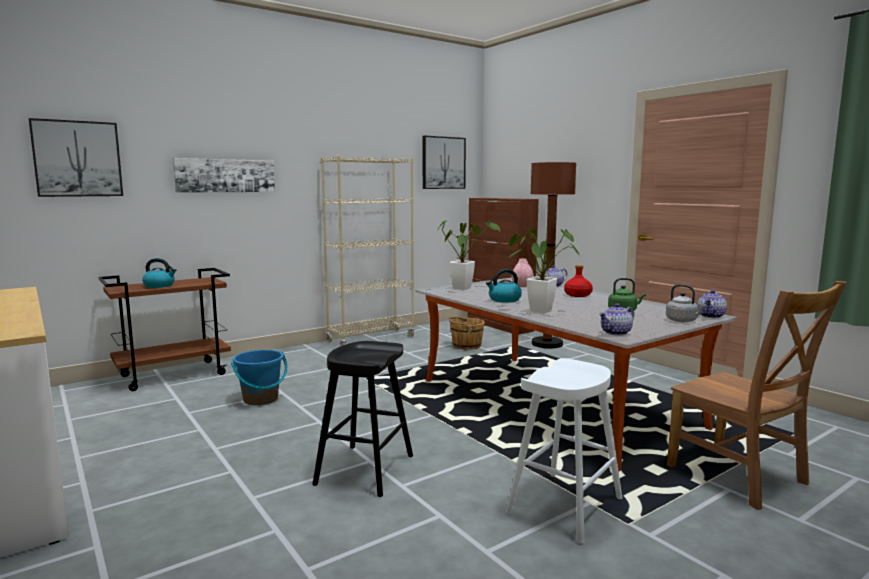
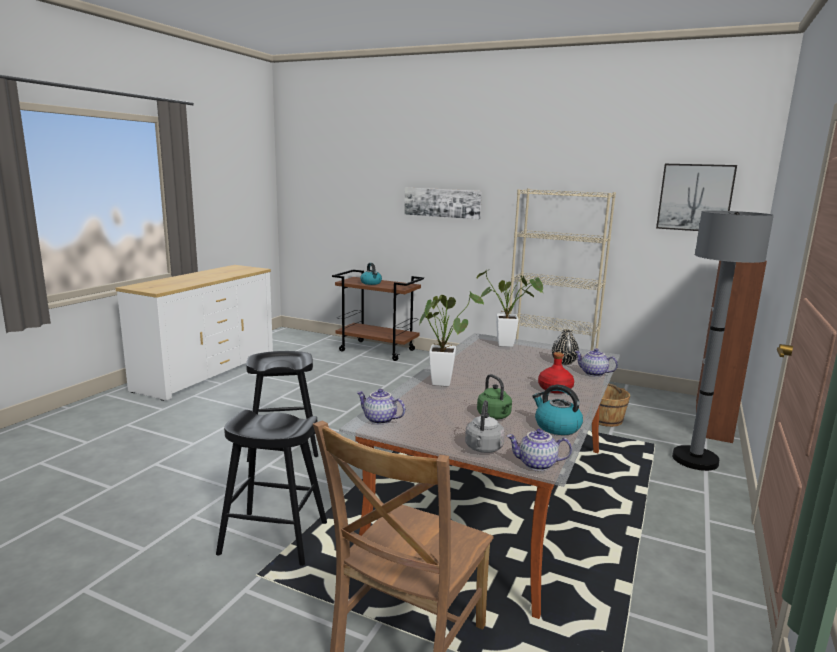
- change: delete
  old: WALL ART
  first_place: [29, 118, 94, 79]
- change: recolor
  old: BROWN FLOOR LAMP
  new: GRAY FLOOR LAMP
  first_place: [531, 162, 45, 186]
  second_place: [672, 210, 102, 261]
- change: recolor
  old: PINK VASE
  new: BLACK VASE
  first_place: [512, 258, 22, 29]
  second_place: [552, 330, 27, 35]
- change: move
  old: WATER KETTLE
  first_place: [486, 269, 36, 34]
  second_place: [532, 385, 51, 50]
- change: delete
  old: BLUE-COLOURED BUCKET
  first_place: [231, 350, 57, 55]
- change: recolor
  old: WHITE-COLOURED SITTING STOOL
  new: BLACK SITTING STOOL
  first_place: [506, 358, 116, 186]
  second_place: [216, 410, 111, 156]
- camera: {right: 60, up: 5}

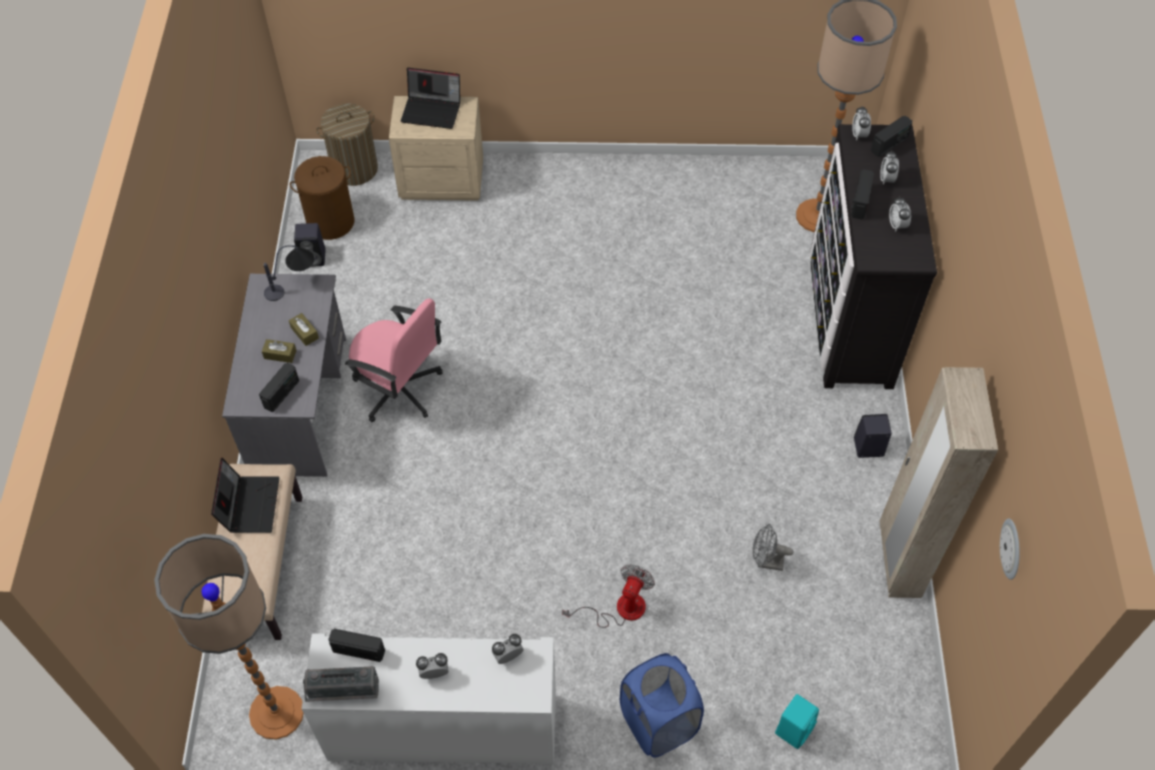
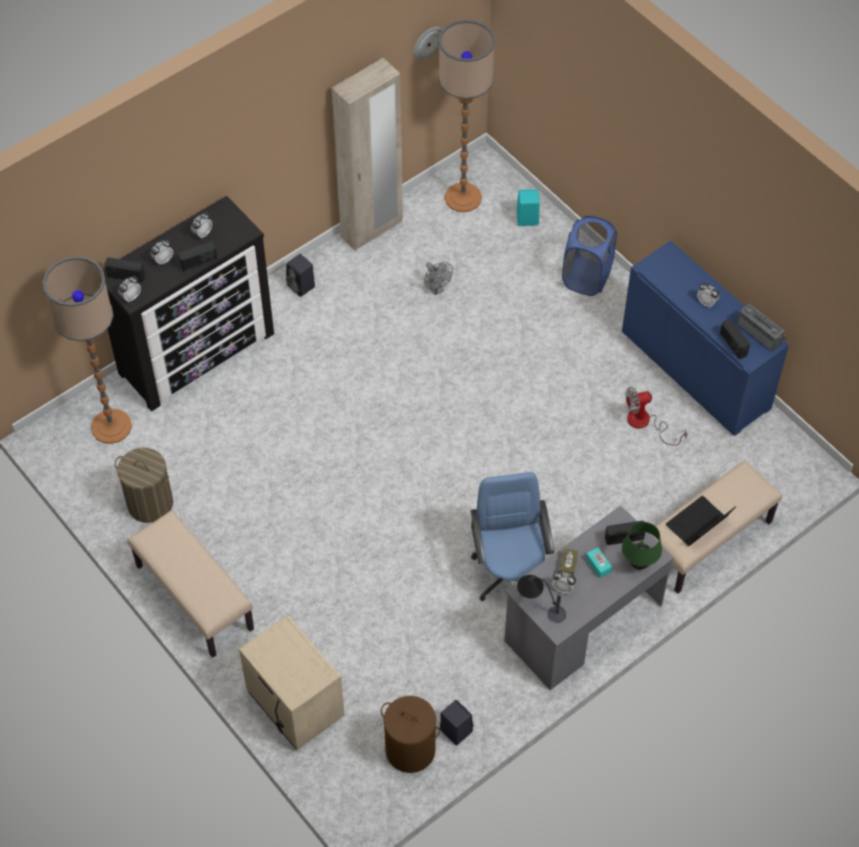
- change: delete
  old: LAPTOP
  first_place: [401, 68, 59, 61]
- change: move
  old: HAMPER
  first_place: [316, 103, 62, 83]
  second_place: [115, 448, 58, 75]
- change: recolor
  old: PINK COMPUTER CHAIR
  new: BLUE-COLOURED COMPUTER CHAIR
  first_place: [345, 298, 98, 124]
  second_place: [470, 472, 84, 129]
- change: recolor
  old: BROWN TISSUE HOLDER
  new: TURQUOISE TISSUE HOLDER
  first_place: [262, 339, 34, 24]
  second_place: [586, 548, 26, 30]
- change: move
  old: FLOOR LAMP
  first_place: [154, 534, 150, 206]
  second_place: [438, 20, 57, 192]
- change: move
  old: FAN
  first_place: [562, 565, 93, 63]
  second_place: [625, 387, 62, 58]
- change: recolor
  old: WHITE-COLOURED CABINET
  new: BLUE-COLOURED CABINET
  first_place: [302, 633, 254, 132]
  second_place: [622, 241, 167, 195]
- change: move
  old: ALARM CLOCK
  first_place: [492, 634, 32, 30]
  second_place: [552, 571, 24, 23]
- change: insert
  new: SAND-COLOURED BENCH
  second_place: [127, 510, 127, 148]
- change: insert
  new: GREENISH TABLE LAMP
  second_place: [622, 522, 40, 48]
- camera: {right: -130, up: 0}

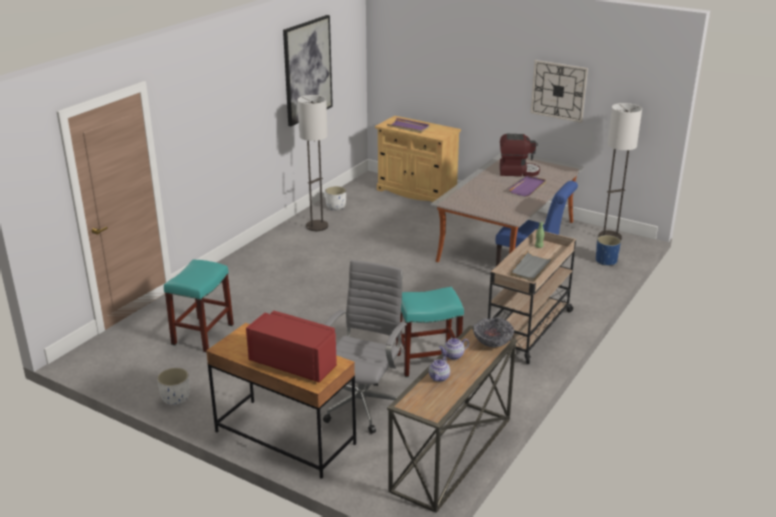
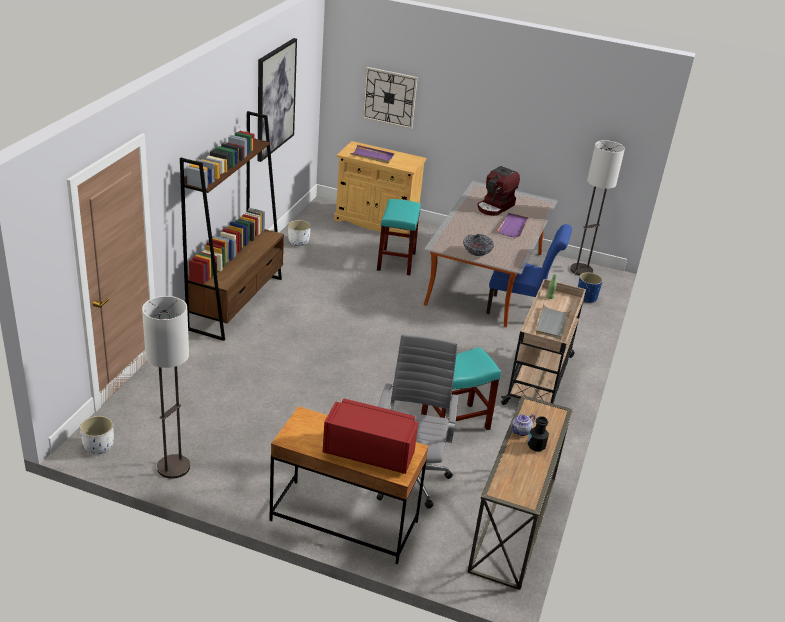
- change: move
  old: WALL CLOCK
  first_place: [531, 60, 57, 63]
  second_place: [362, 67, 56, 62]
- change: move
  old: FLOOR LAMP
  first_place: [298, 95, 30, 136]
  second_place: [142, 296, 48, 183]
- change: rotate
  old: COFFEE MAKER
  first_place: [500, 134, 40, 43]
  second_place: [477, 166, 43, 50]
  degrees: 135
- change: move
  old: TURQUOISE SITTING STOOL
  first_place: [164, 260, 70, 92]
  second_place: [377, 199, 44, 76]
- change: move
  old: BOWL
  first_place: [473, 317, 41, 31]
  second_place: [463, 234, 31, 22]
- change: delete
  old: TEA POT
  first_place: [429, 356, 21, 26]
- change: move
  old: WHITE-COLOURED FLOWER POT
  first_place: [157, 368, 33, 37]
  second_place: [80, 416, 34, 38]
- change: insert
  new: BROWN SHELVING UNIT
  second_place: [180, 111, 104, 230]
- change: insert
  new: BLACK BEVERAGE BOTTLE
  second_place: [527, 416, 22, 36]
- camera: {right: -15, up: 5}

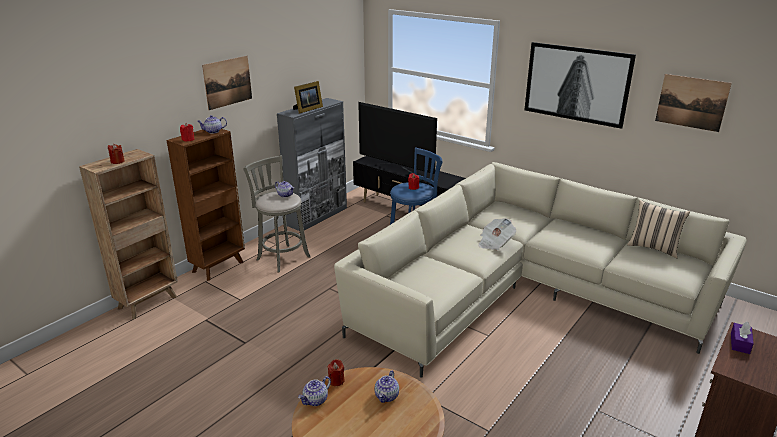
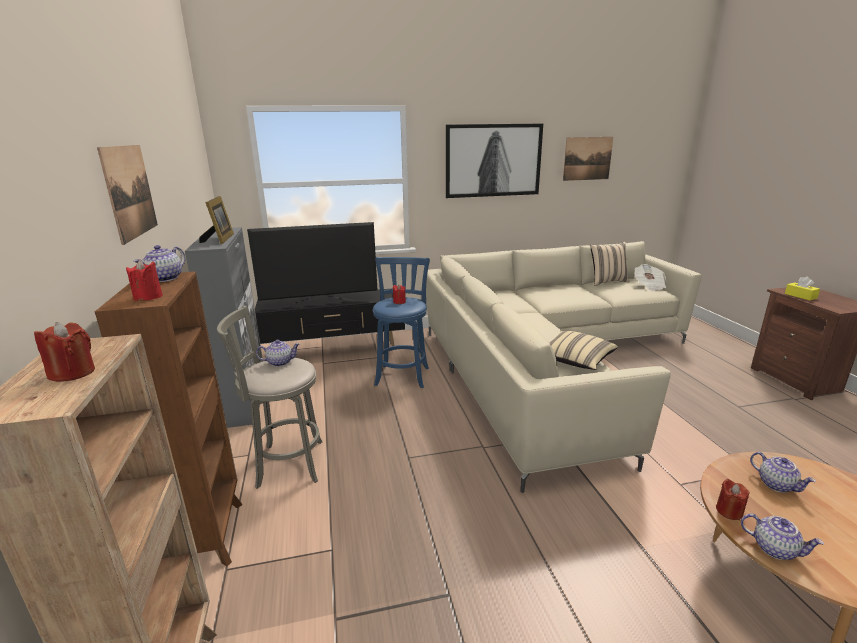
- change: move
  old: DAILY PAPER
  first_place: [478, 218, 38, 32]
  second_place: [634, 264, 33, 28]
- change: recolor
  old: PURPLE-COLOURED TISSUE HOLDER
  new: YELLOW-COLOURED TISSUE HOLDER
  first_place: [731, 321, 23, 33]
  second_place: [785, 276, 35, 24]
- change: rotate
  old: TEA POT
  first_place: [298, 376, 33, 30]
  second_place: [741, 513, 83, 47]
  degrees: -45
- change: insert
  new: SAND-COLOURED THROW PILLOW
  second_place: [549, 331, 69, 39]
- camera: {right: -50, up: -5}

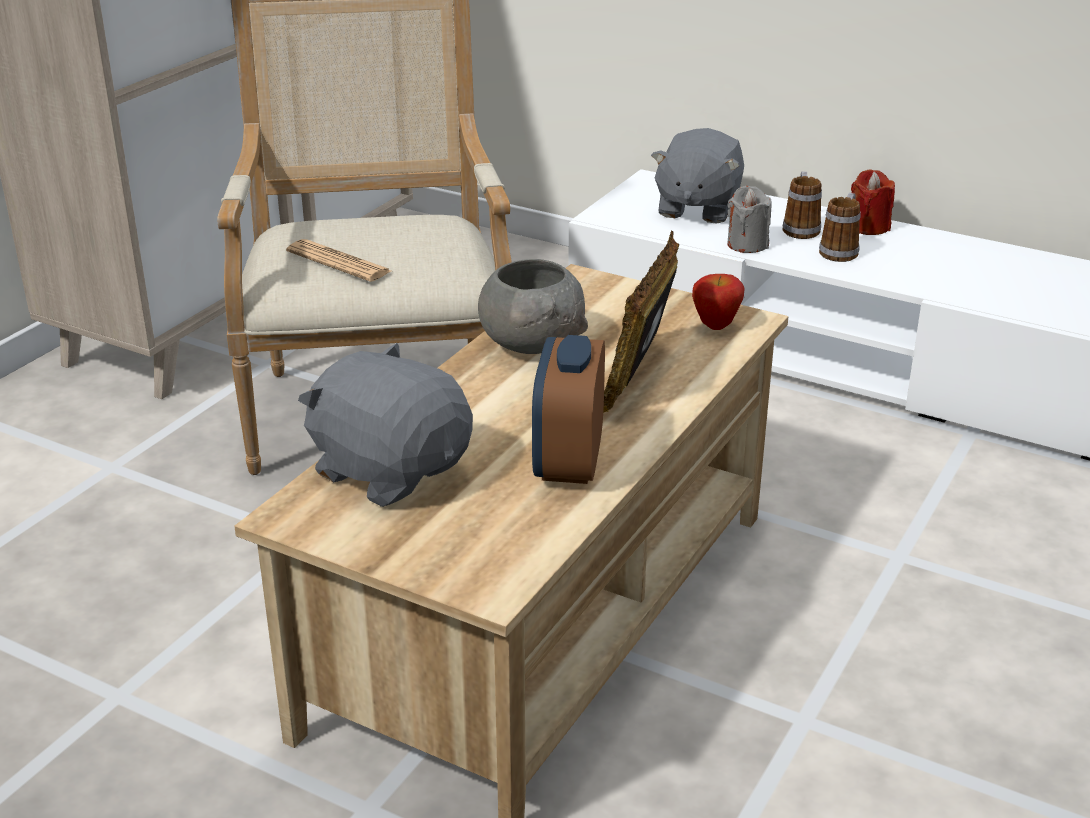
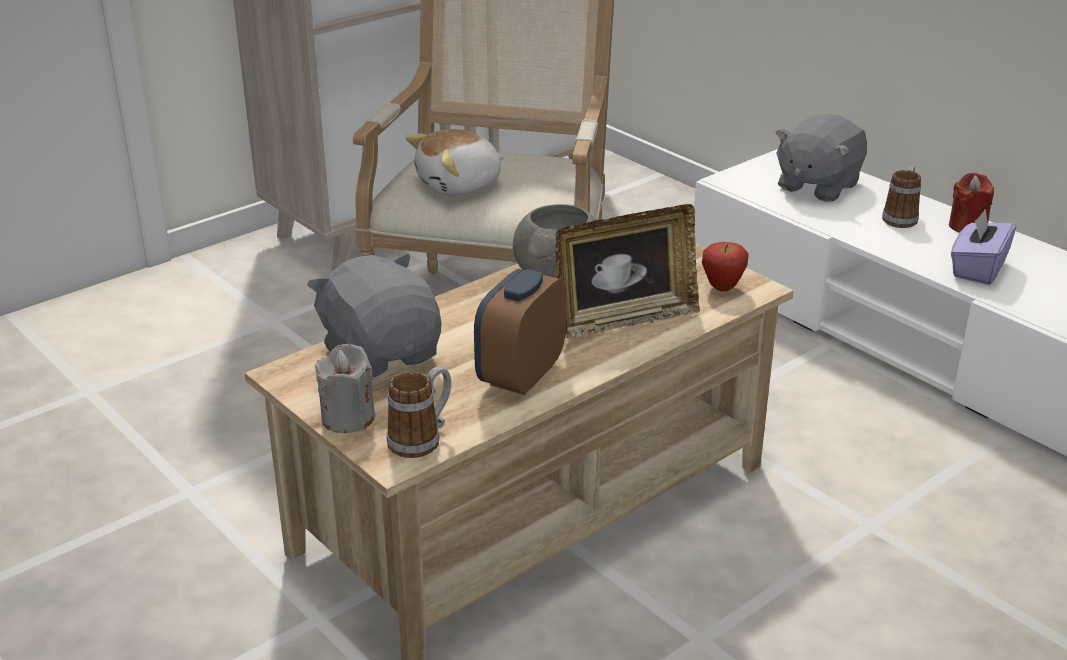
- change: move
  old: GRAY CANDLE
  first_place: [727, 186, 45, 67]
  second_place: [315, 344, 60, 89]
- change: move
  old: TEA MUG
  first_place: [819, 193, 42, 69]
  second_place: [387, 366, 64, 92]
- change: rotate
  old: PICTURE FRAME
  first_place: [603, 230, 76, 183]
  second_place: [556, 204, 144, 134]
  degrees: -150
- change: replace
  old: DAILY PAPER
  new: PLUSH TOY
  first_place: [286, 239, 105, 43]
  second_place: [405, 129, 99, 66]
- change: insert
  new: PURPLE-COLOURED TISSUE HOLDER
  second_place: [951, 208, 65, 77]
- camera: {right: 20, up: 0}

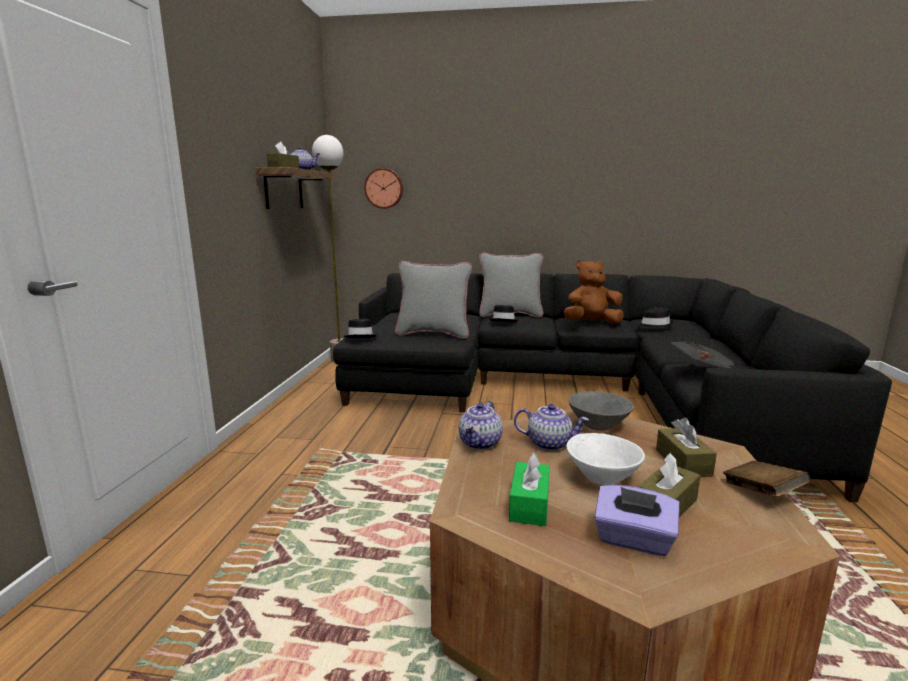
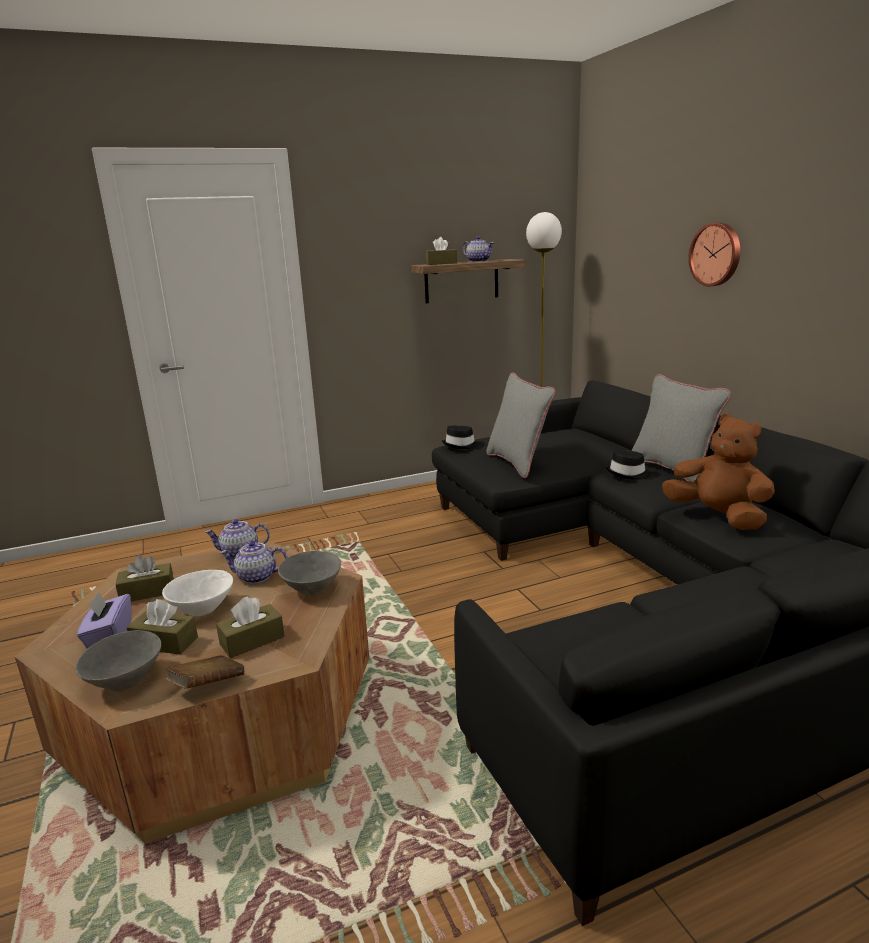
- change: move
  old: WALL CLOCK
  first_place: [364, 168, 39, 41]
  second_place: [689, 223, 51, 63]
- change: delete
  old: BLACK WEARABLE HAT
  first_place: [636, 307, 38, 22]
- change: delete
  old: DAILY PAPER
  first_place: [671, 342, 64, 26]
- change: rotate
  old: TEA POT
  first_place: [514, 404, 75, 47]
  second_place: [220, 541, 68, 43]
  degrees: 105
- change: recolor
  old: GREENISH TISSUE HOLDER
  new: BROWN TISSUE HOLDER
  first_place: [509, 453, 41, 73]
  second_place: [115, 555, 59, 46]
- change: insert
  new: GRAY BOWL
  second_place: [75, 630, 86, 61]
- camera: {right: 60, up: 5}

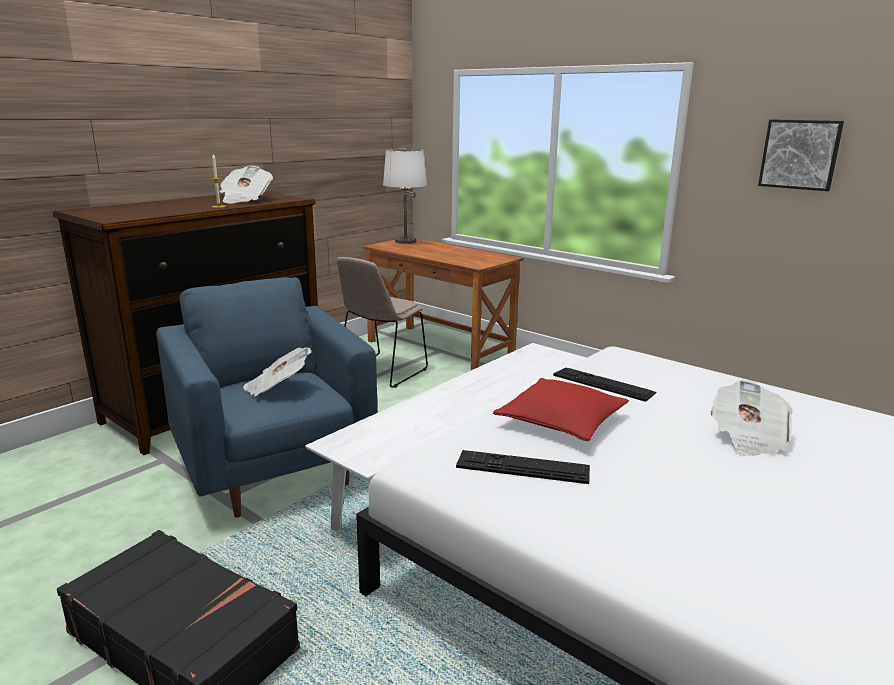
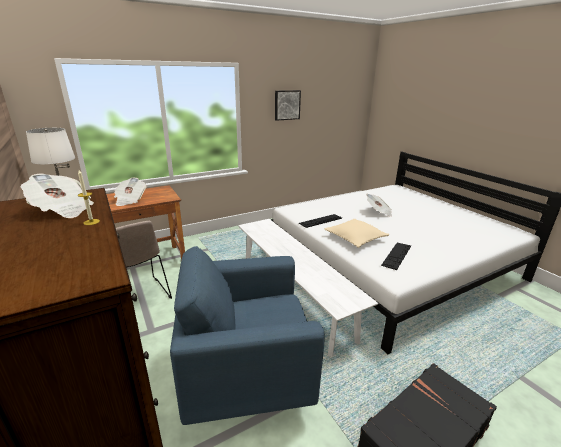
- change: move
  old: DAILY PAPER
  first_place: [243, 348, 68, 49]
  second_place: [114, 178, 32, 28]
- change: recolor
  old: RED-COLOURED THROW PILLOW
  new: SAND-COLOURED THROW PILLOW
  first_place: [493, 378, 136, 63]
  second_place: [324, 219, 66, 29]
- camera: {right: -70, up: 5}

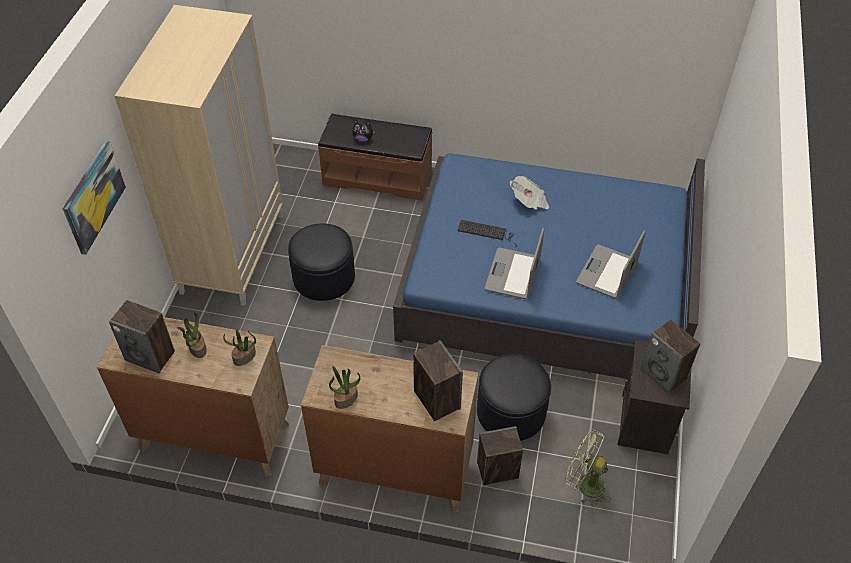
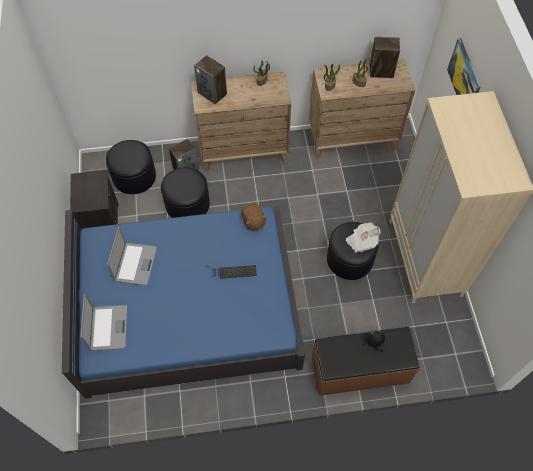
- change: move
  old: DAILY PAPER
  first_place: [510, 176, 39, 34]
  second_place: [346, 222, 35, 31]
- change: move
  old: LAPTOP
  first_place: [485, 228, 59, 71]
  second_place: [80, 294, 47, 57]
- change: delete
  old: LOUDSPEAKER
  first_place: [641, 320, 59, 73]
- change: replace
  old: GREENISH FAN
  new: BLACK OTTOMAN
  first_place: [566, 430, 44, 77]
  second_place: [106, 140, 50, 54]
- change: insert
  new: BROWN PLUSH TOY
  second_place: [241, 204, 26, 27]
- camera: {right: 160, up: 10}

